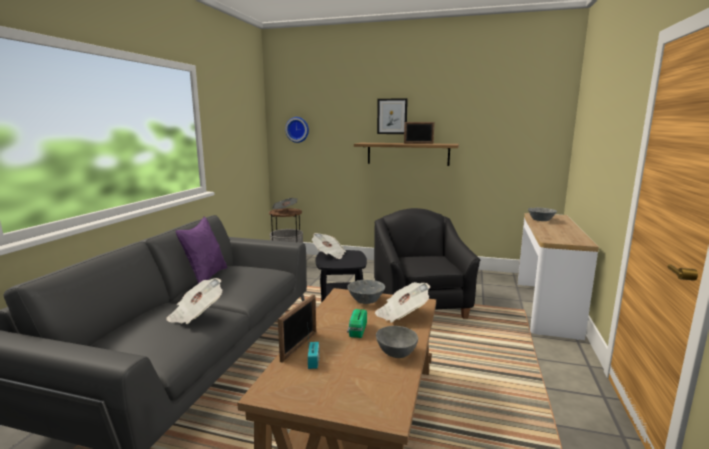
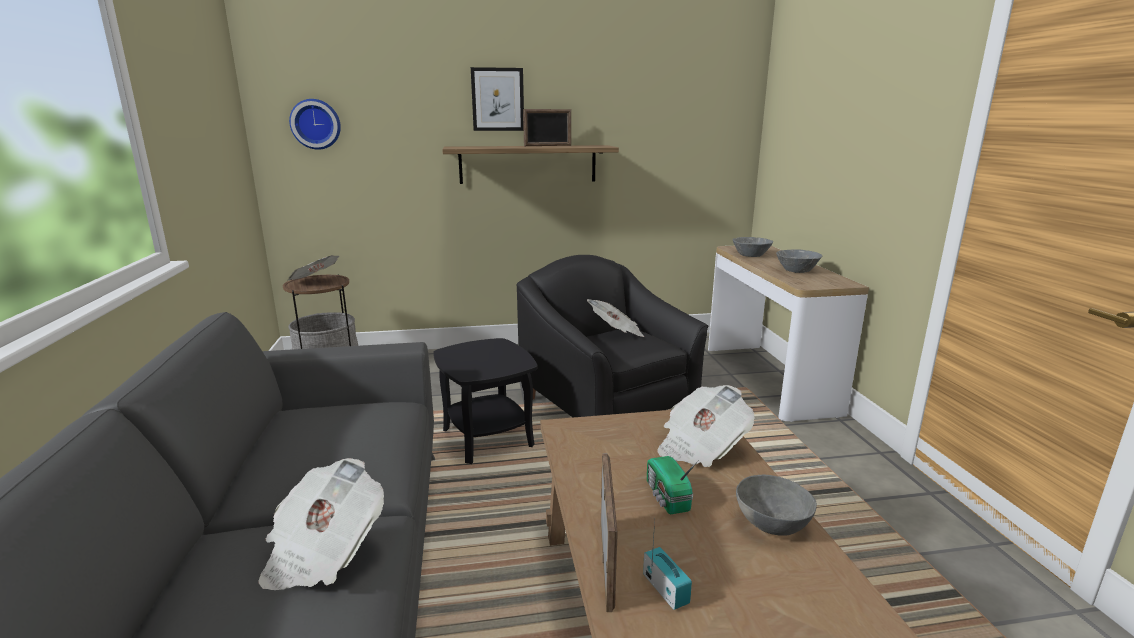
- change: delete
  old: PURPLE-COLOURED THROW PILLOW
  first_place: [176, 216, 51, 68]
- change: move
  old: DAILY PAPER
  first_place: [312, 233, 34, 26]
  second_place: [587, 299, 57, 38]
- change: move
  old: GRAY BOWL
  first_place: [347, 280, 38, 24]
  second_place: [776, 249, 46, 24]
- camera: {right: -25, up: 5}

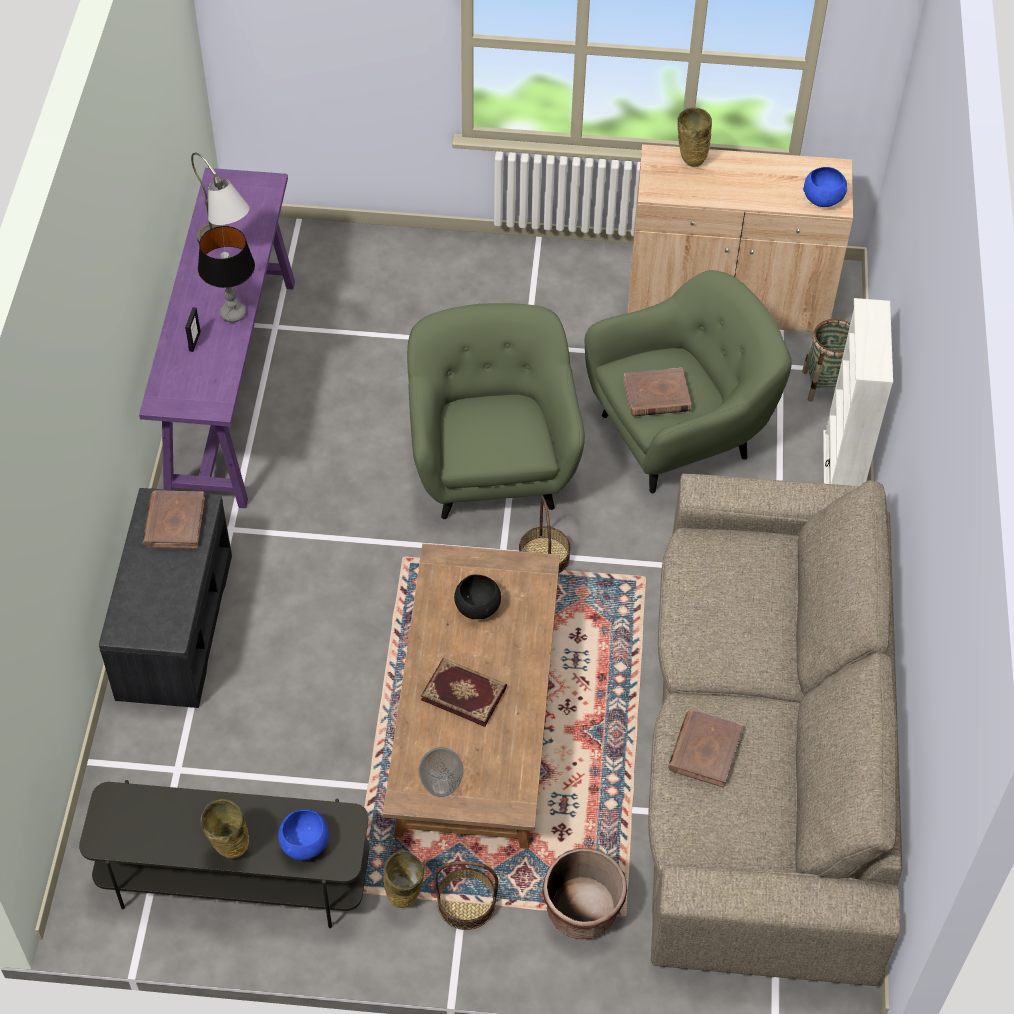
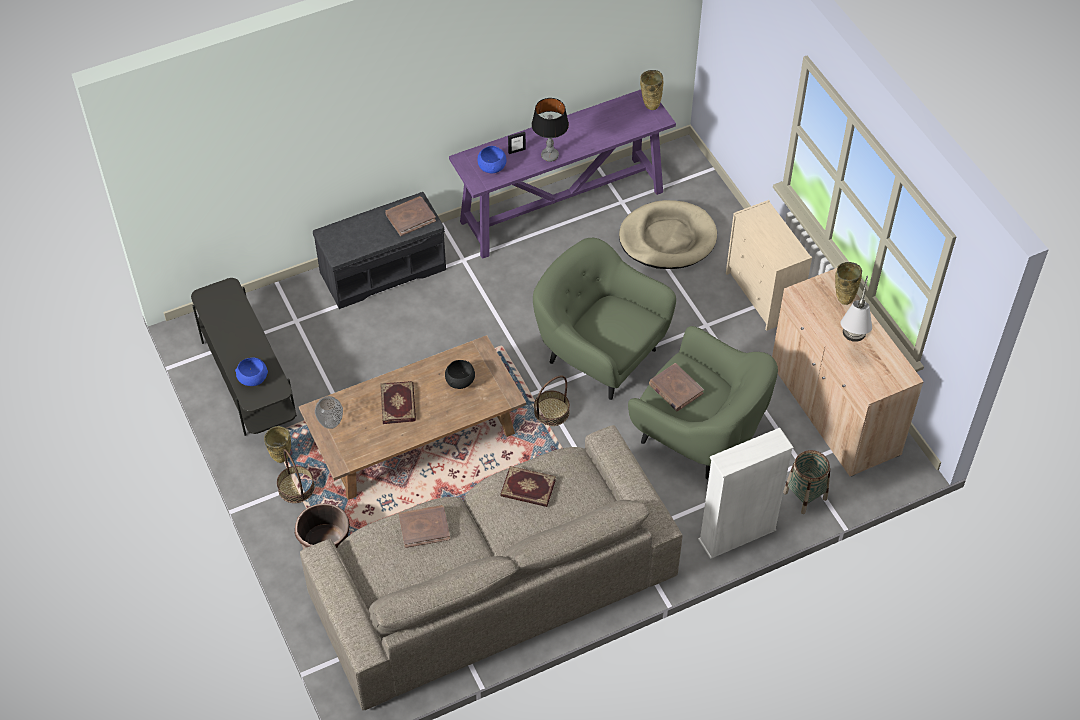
- change: move
  old: GRAY TABLE LAMP
  first_place: [191, 153, 59, 90]
  second_place: [840, 276, 32, 66]
- change: move
  old: BLUE-COLOURED BOWL
  first_place: [803, 167, 44, 40]
  second_place: [478, 146, 28, 27]
- change: rotate
  old: GREENISH EASY CHAIR
  first_place: [407, 303, 178, 216]
  second_place: [533, 238, 143, 162]
  degrees: -105
- change: move
  old: SAND-COLOURED VASE
  first_place: [200, 799, 49, 59]
  second_place: [640, 70, 23, 40]
- change: insert
  new: SAND-COLOURED DOG CUSHION
  second_place: [619, 200, 98, 69]
- change: insert
  new: SAND-COLOURED DRAWER CHEST
  second_place: [726, 200, 86, 131]
- change: insert
  new: BOUND BOOK
  second_place: [500, 466, 56, 41]
- camera: {right: 60, up: 0}

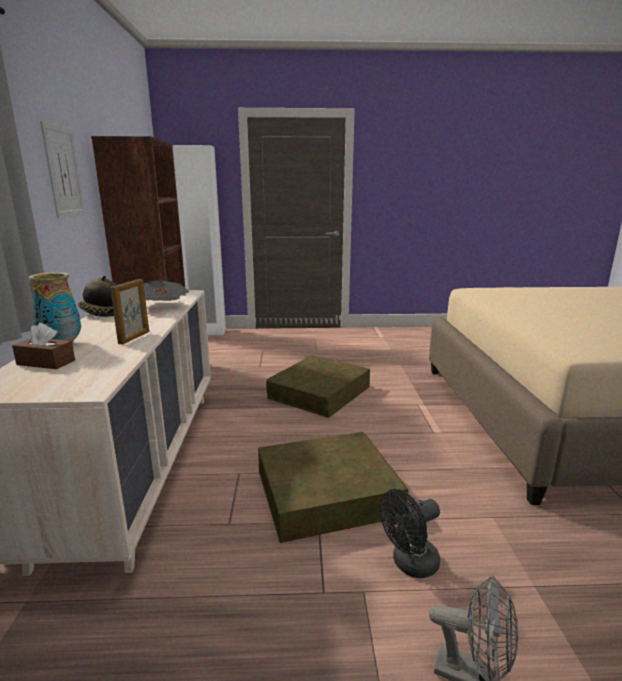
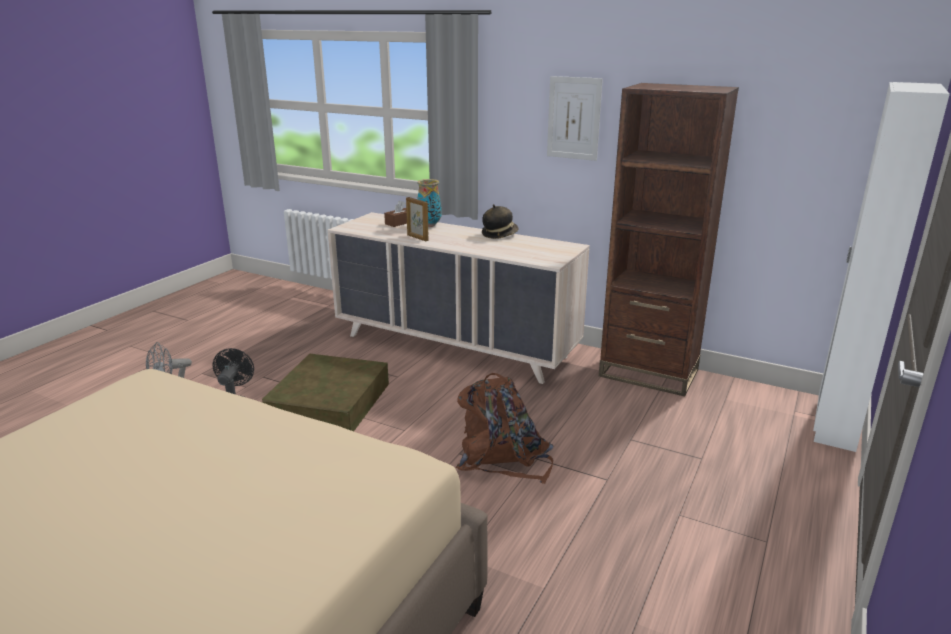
- change: delete
  old: DAILY PAPER
  first_place: [144, 280, 45, 21]
- change: replace
  old: BROWN STORAGE BIN
  new: BROWN KNAPSACK
  first_place: [266, 355, 104, 63]
  second_place: [456, 373, 97, 111]
- camera: {right: 120, up: 5}

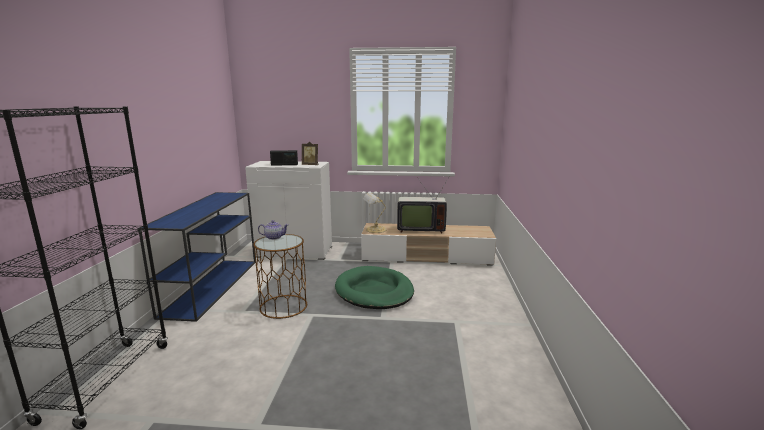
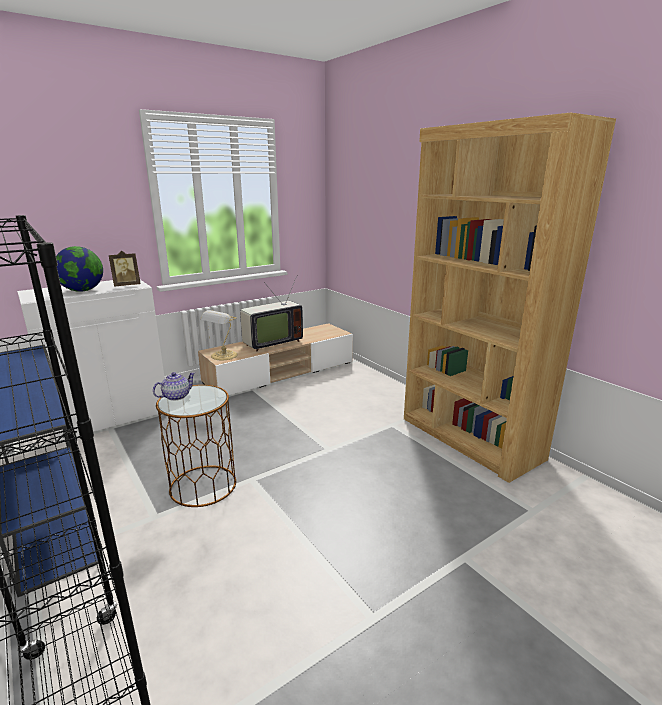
- change: replace
  old: RADIO SET
  new: DESK GLOBE
  first_place: [270, 150, 28, 16]
  second_place: [56, 246, 47, 46]
- change: delete
  old: GREENISH DOG CUSHION
  first_place: [335, 266, 79, 43]
- change: insert
  new: BROWN SHELVING UNIT
  second_place: [404, 113, 212, 370]
- camera: {right: -40, up: 5}

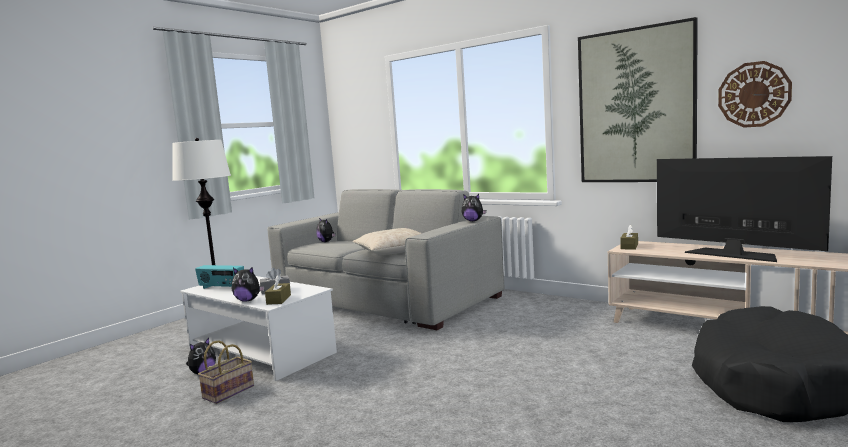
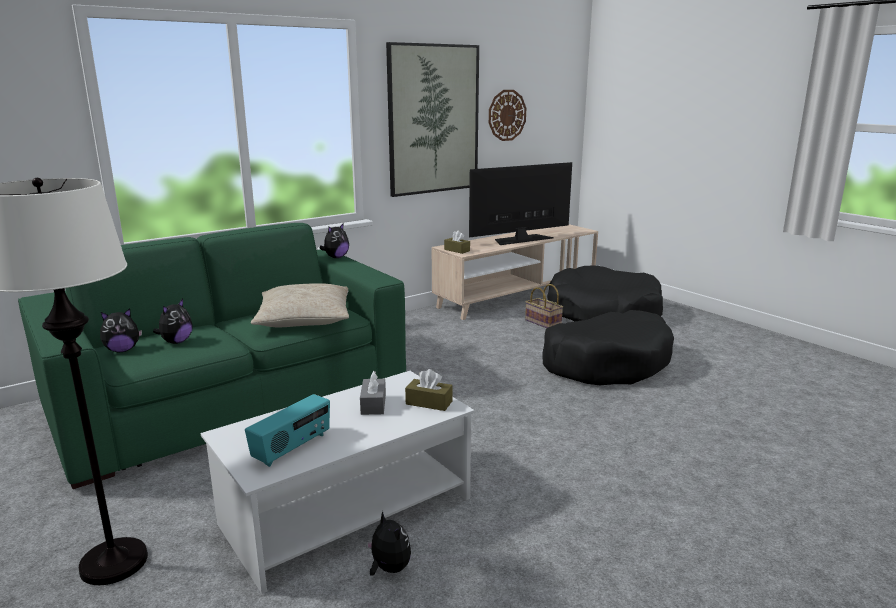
- change: recolor
  old: GRAY SETTEE
  new: GREENISH SETTEE
  first_place: [268, 189, 236, 141]
  second_place: [18, 223, 388, 266]
- change: move
  old: PLUSH TOY
  first_place: [232, 267, 33, 35]
  second_place: [153, 299, 40, 45]
- change: move
  old: HOUSEHOLD BASKET
  first_place: [198, 340, 56, 64]
  second_place: [525, 284, 38, 44]
- change: insert
  new: BLACK DOG CUSHION
  second_place: [542, 310, 132, 75]
- camera: {right: -75, up: 10}

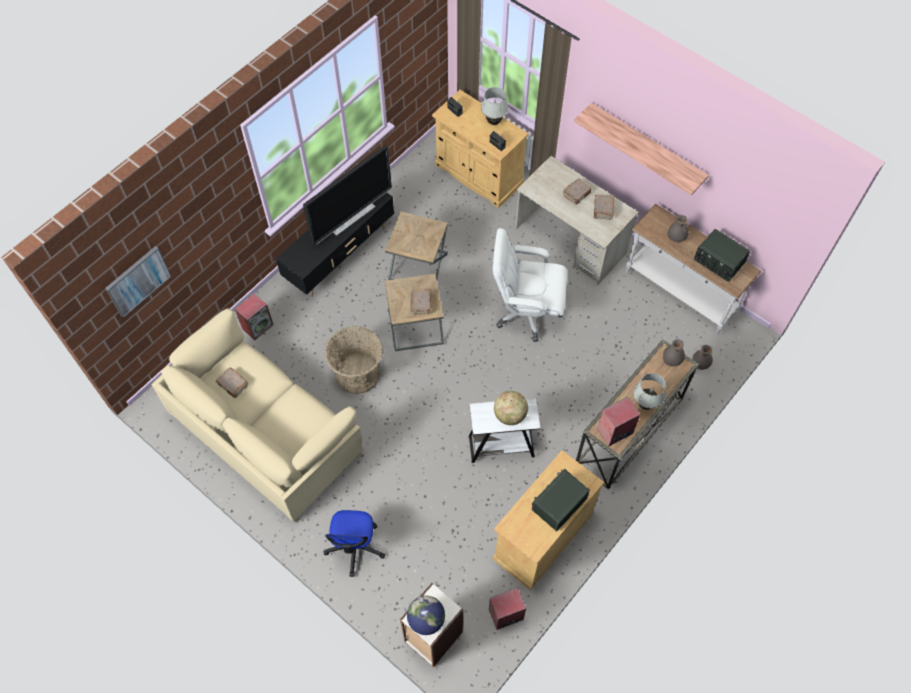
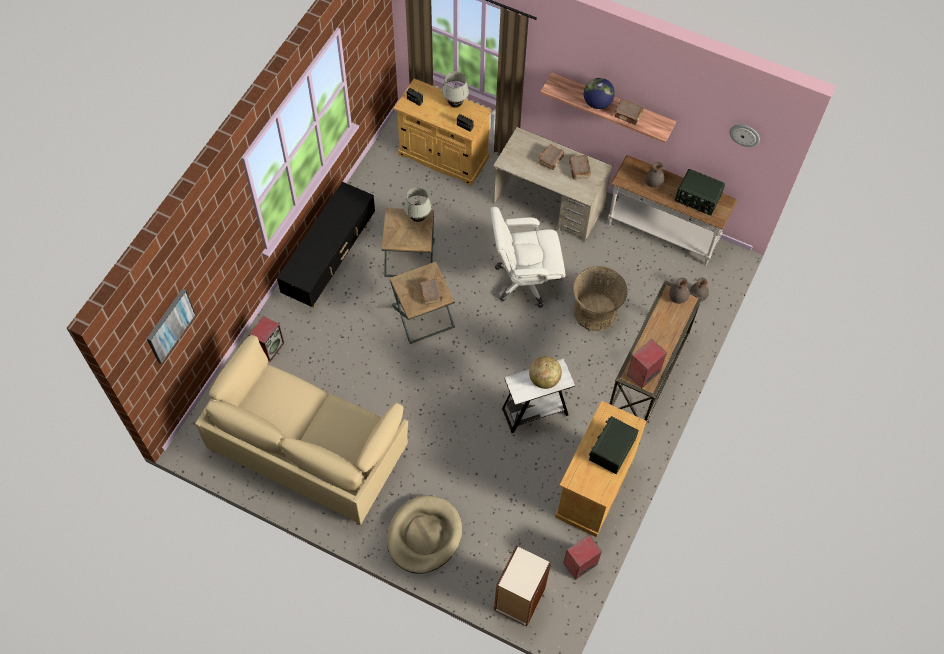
- change: delete
  old: TELEVISION
  first_place: [303, 145, 89, 100]
- change: move
  old: HOUSEHOLD BASKET
  first_place: [325, 326, 58, 68]
  second_place: [573, 266, 55, 65]
- change: move
  old: BROWN BOUND BOOK
  first_place: [216, 368, 32, 30]
  second_place: [614, 99, 30, 26]
- change: move
  old: WHITE-COLOURED TABLE LAMP
  first_place: [634, 373, 32, 37]
  second_place: [404, 187, 28, 35]
- change: replace
  old: COMPUTER CHAIR
  new: SAND-COLOURED DOG CUSHION
  first_place: [323, 510, 62, 67]
  second_place: [387, 495, 75, 79]
- change: move
  old: DESK GLOBE
  first_place: [407, 596, 38, 39]
  second_place: [584, 78, 31, 31]
- change: insert
  new: WALL CLOCK
  second_place: [729, 125, 31, 22]
- camera: {right: -15, up: 0}

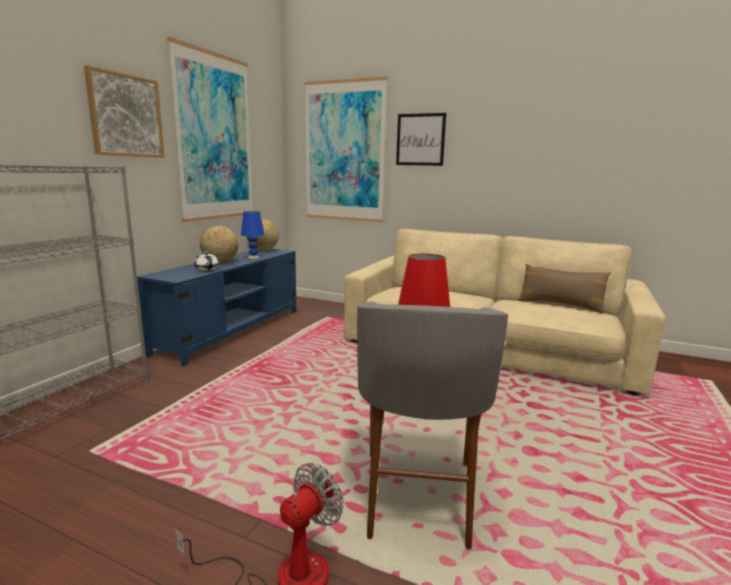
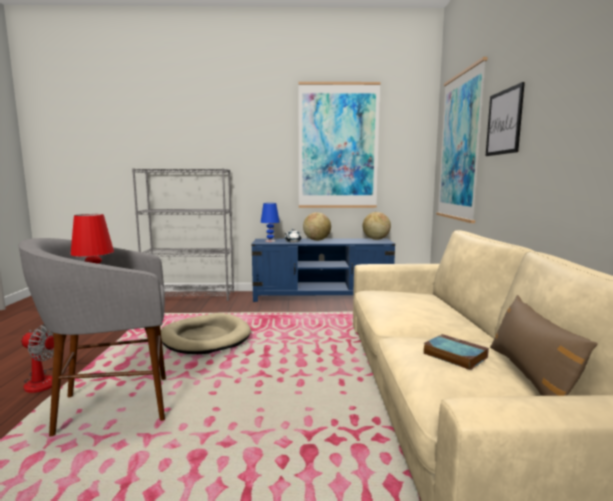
- change: delete
  old: WALL ART
  first_place: [84, 65, 80, 92]
- change: move
  old: BLUE-COLOURED TABLE LAMP
  first_place: [241, 211, 24, 48]
  second_place: [261, 203, 19, 39]
- change: insert
  new: SAND-COLOURED DOG CUSHION
  second_place: [161, 313, 90, 41]
- change: insert
  new: BOUND BOOK
  second_place: [423, 334, 66, 36]
- camera: {right: 65, up: -5}

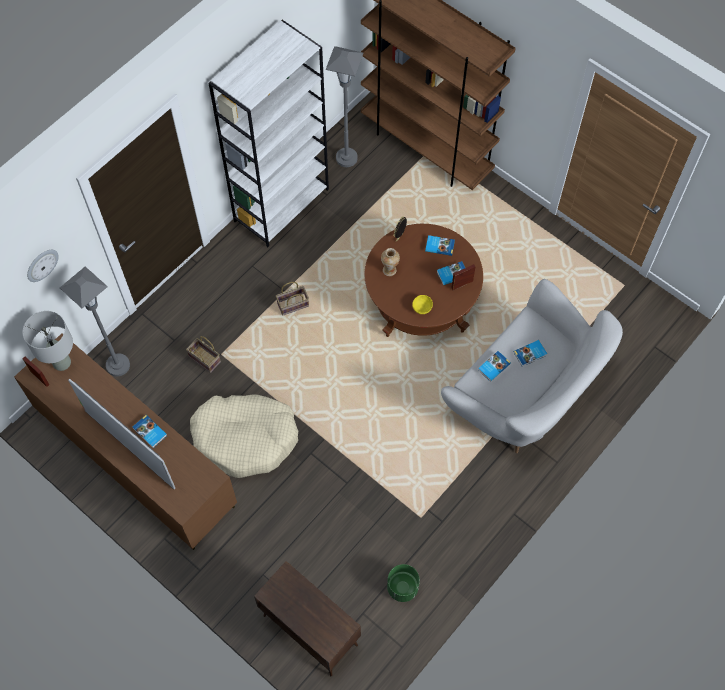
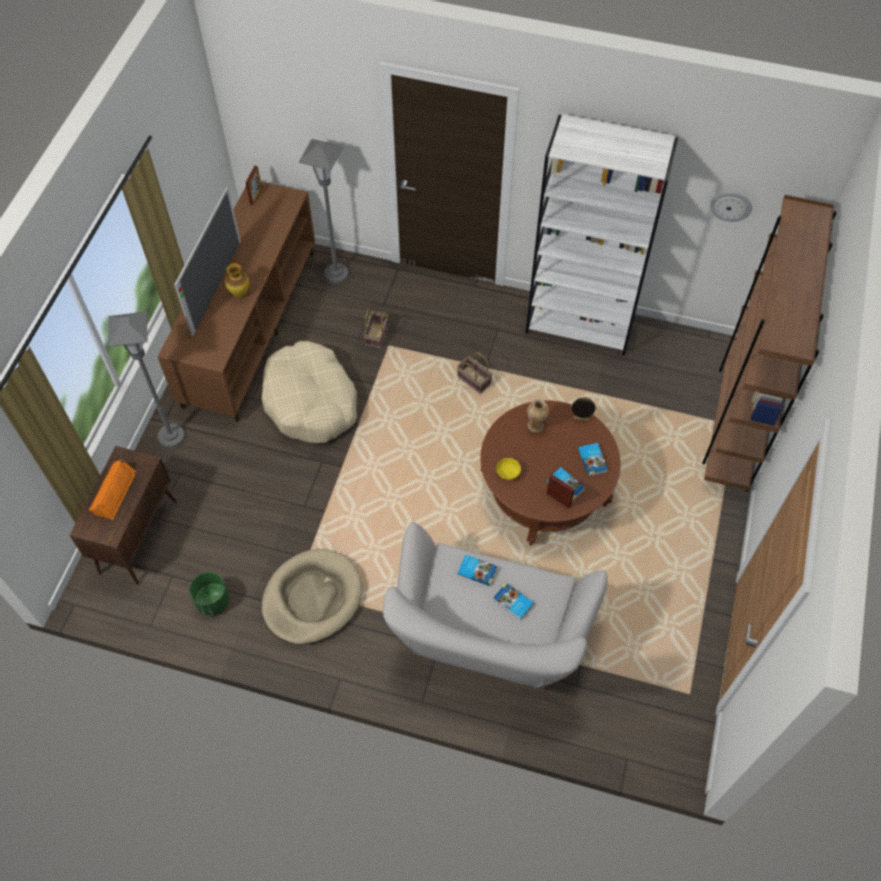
- change: move
  old: GRAY FLOOR LAMP
  first_place: [326, 46, 38, 121]
  second_place: [108, 311, 77, 137]
- change: move
  old: WALL CLOCK
  first_place: [27, 250, 31, 32]
  second_place: [710, 192, 42, 30]
- change: delete
  old: GRAY TABLE LAMP
  first_place: [23, 311, 50, 60]
- change: replace
  old: BOUND BOOK
  new: VASE
  first_place: [133, 415, 34, 33]
  second_place: [225, 263, 24, 35]
- change: insert
  new: ORANGE-COLOURED LOUDSPEAKER
  second_place: [89, 459, 48, 61]
- change: insert
  new: SAND-COLOURED DOG CUSHION
  second_place: [262, 549, 101, 96]
- camera: {right: 65, up: -5}

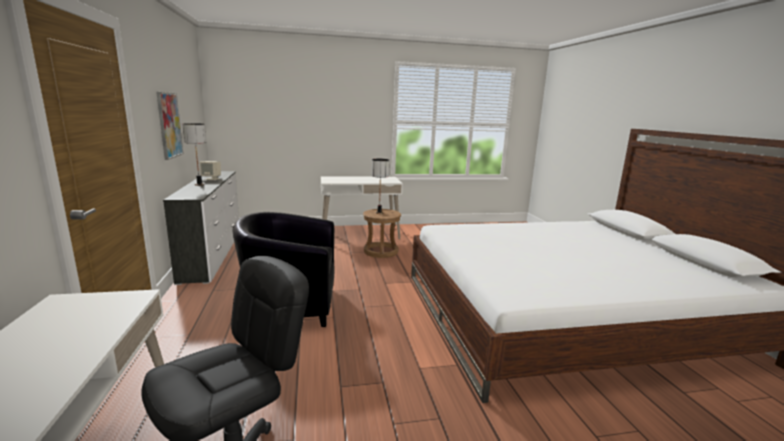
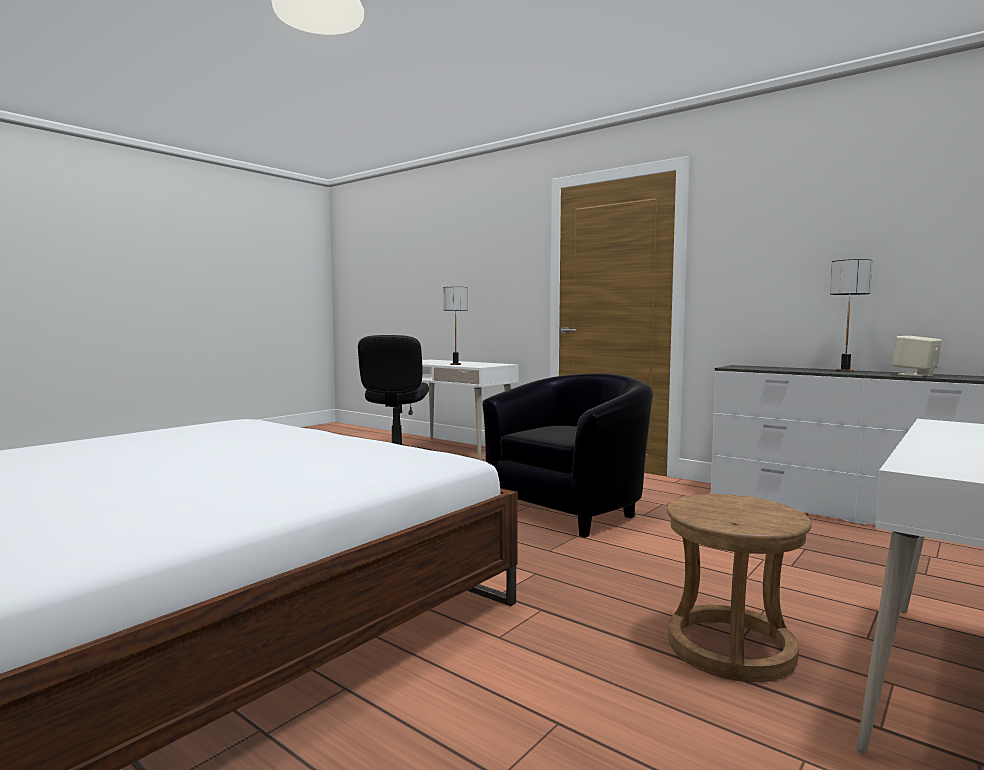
- change: delete
  old: WALL ART
  first_place: [156, 92, 27, 68]
- change: move
  old: TABLE LAMP
  first_place: [372, 159, 18, 55]
  second_place: [443, 287, 25, 78]
- camera: {right: 140, up: -10}

